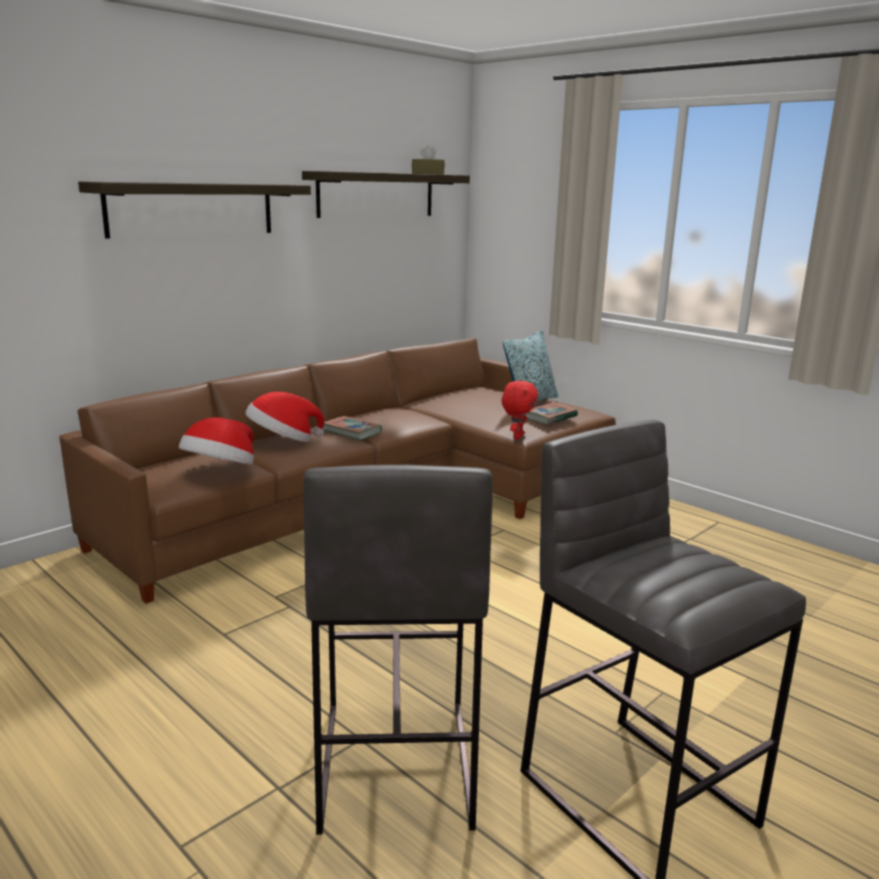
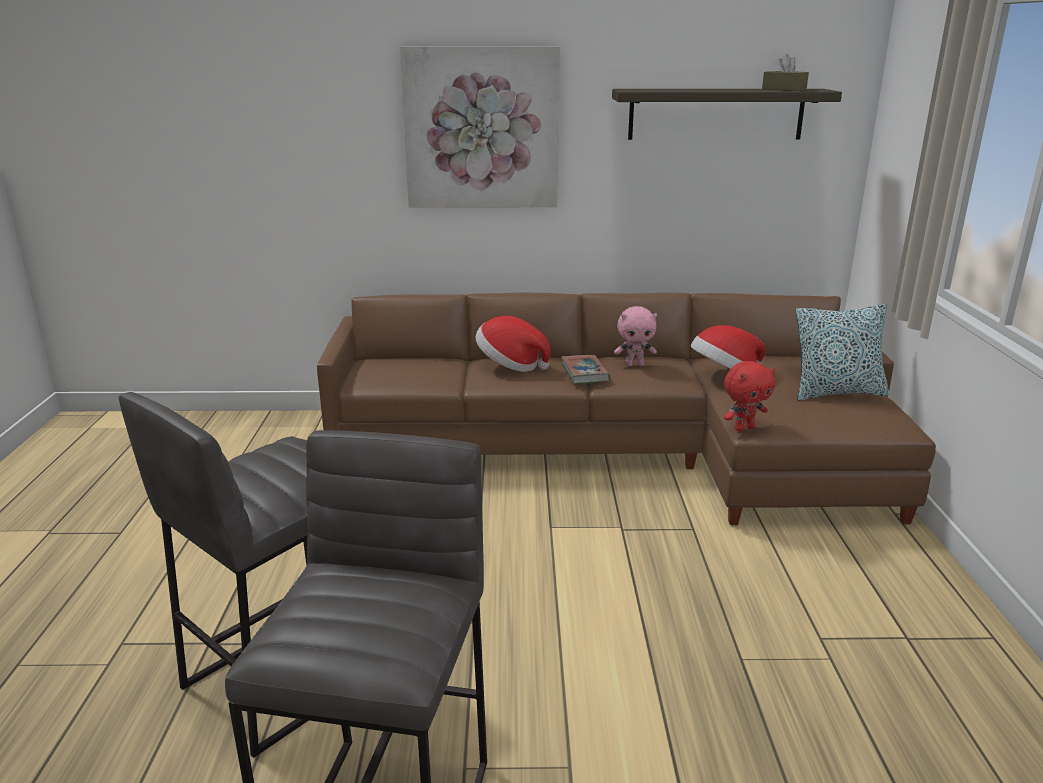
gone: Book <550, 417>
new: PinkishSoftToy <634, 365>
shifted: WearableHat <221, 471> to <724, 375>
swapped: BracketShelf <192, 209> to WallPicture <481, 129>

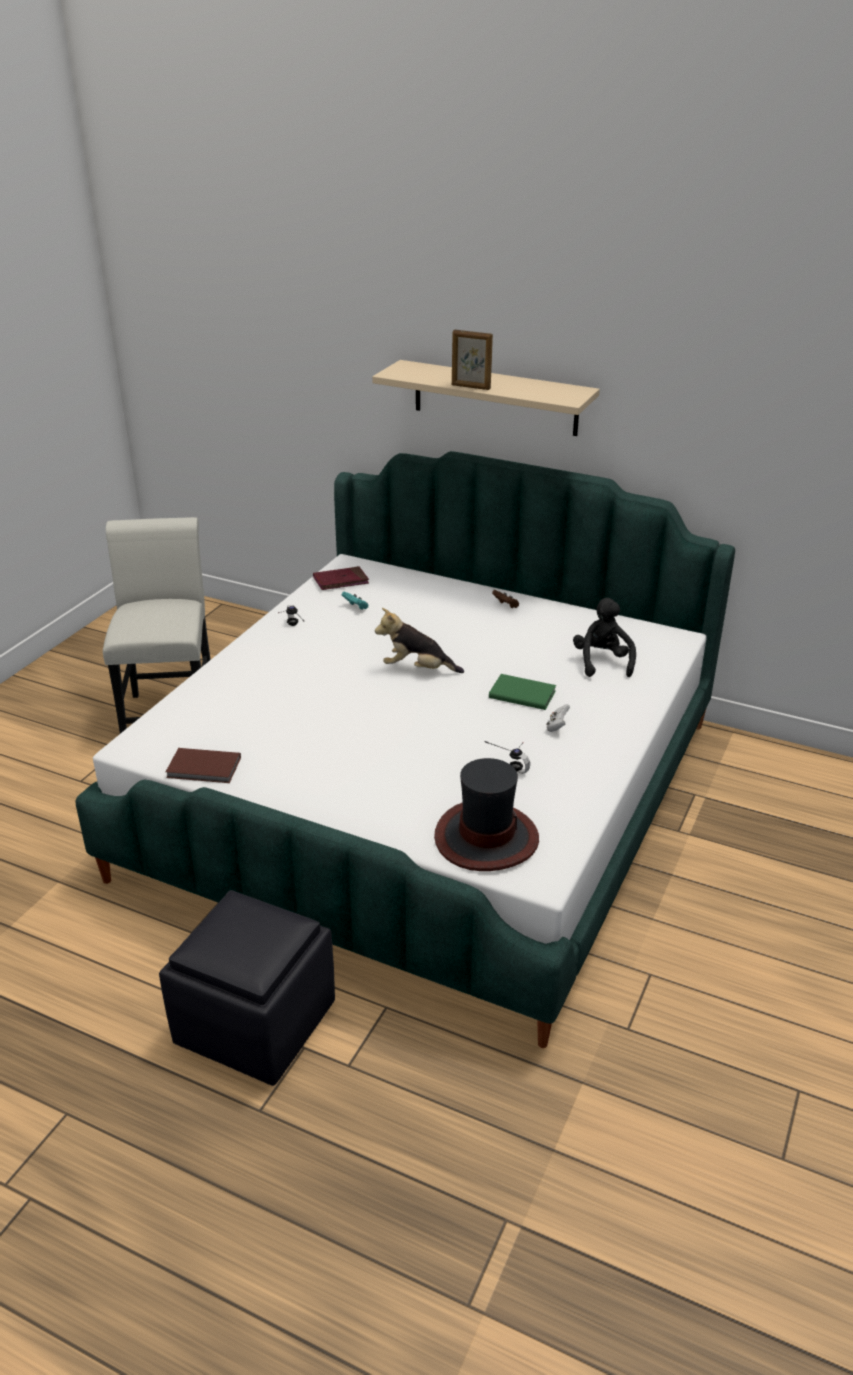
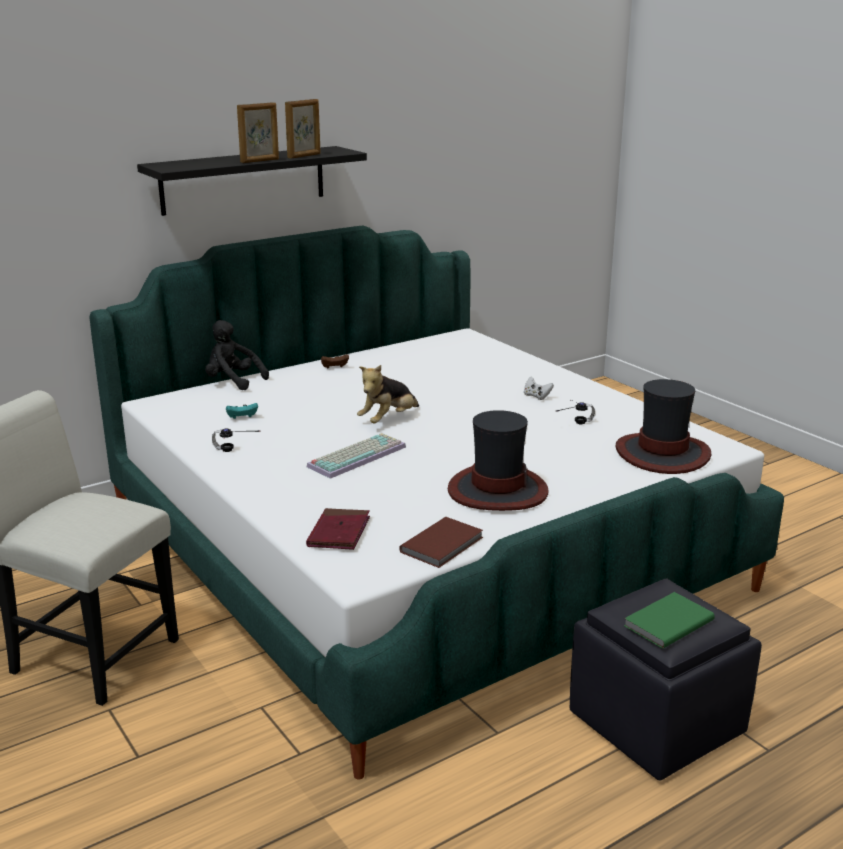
new: PictureFrame <304, 156>; Keyboard <357, 456>; WearableHat <497, 491>
shifted: BlackColouredSoftToy <602, 662> to <233, 381>; RedBook <341, 581> to <339, 532>; GreenishBook <522, 693> to <666, 622>
repainted: BeigeColouredBracketShelf <495, 398> to BlackColouredBracketShelf <243, 180>

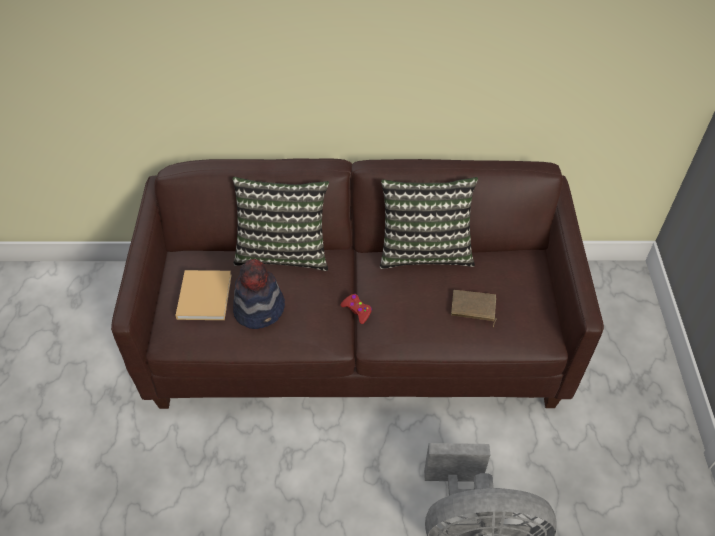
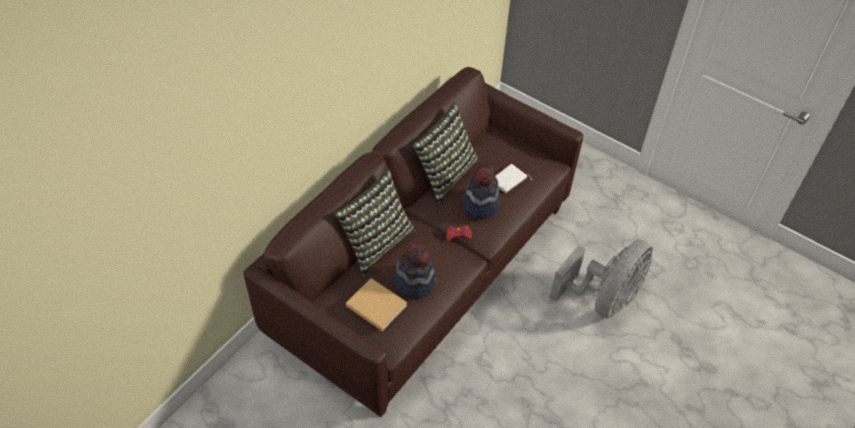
new: WearableHat <480, 204>
repainted: BrownishBook <473, 308> to WhiteBook <509, 180>

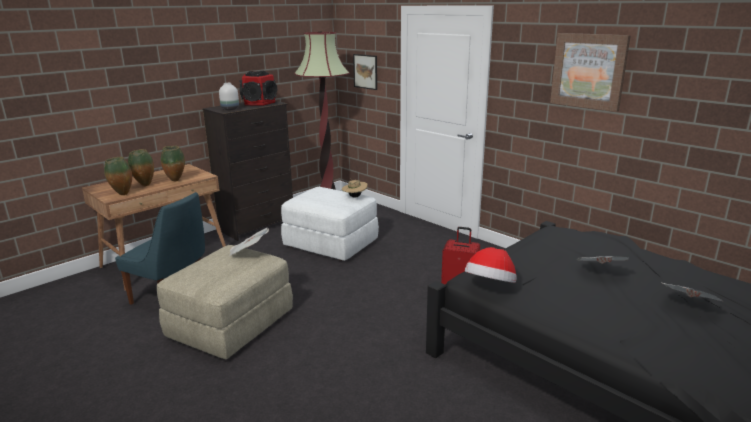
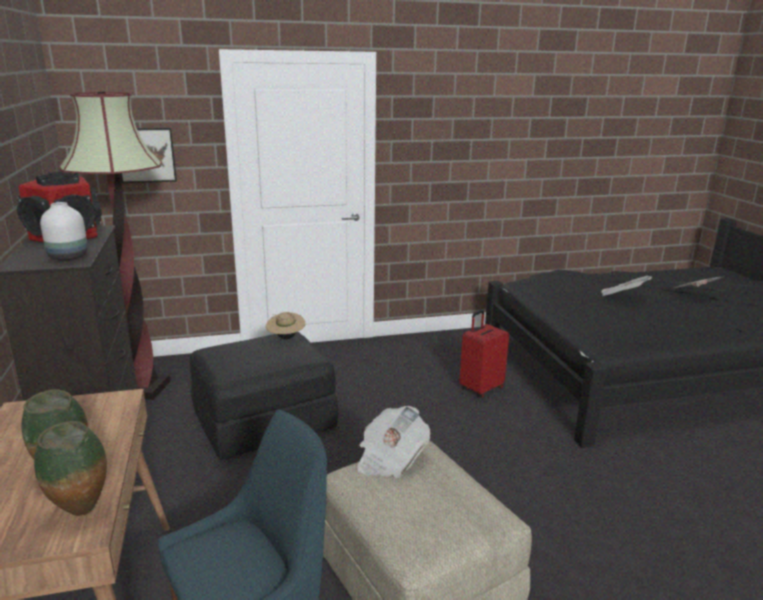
gone: Vase <176, 180>; WearableHat <490, 286>; WallPicture <588, 71>
repainted: WhiteOttoman <331, 243> to BlackColouredOttoman <265, 422>

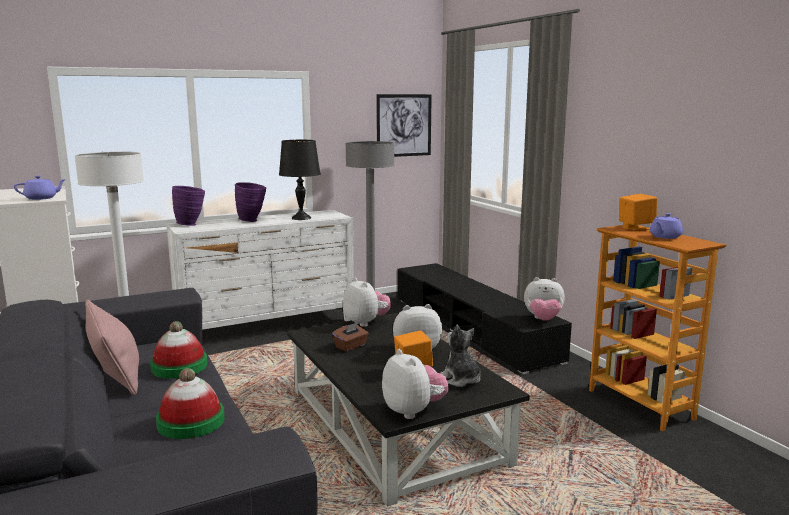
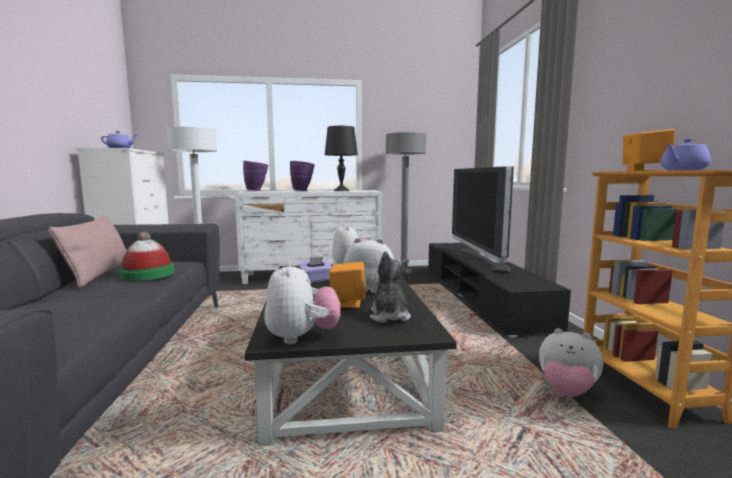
gone: WearableHat <191, 422>; WallPicture <404, 125>
new: Television <482, 260>
shifted: SoftToy <543, 320> to <567, 391>
repainted: BrownishBoxOfTissues <351, 346> to PurpleBoxOfTissues <316, 280>

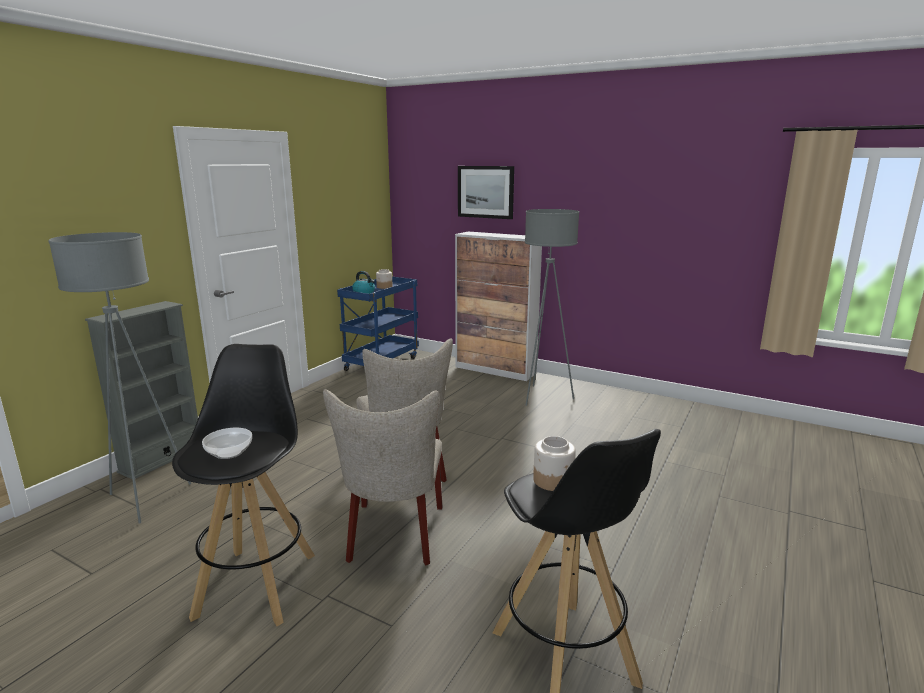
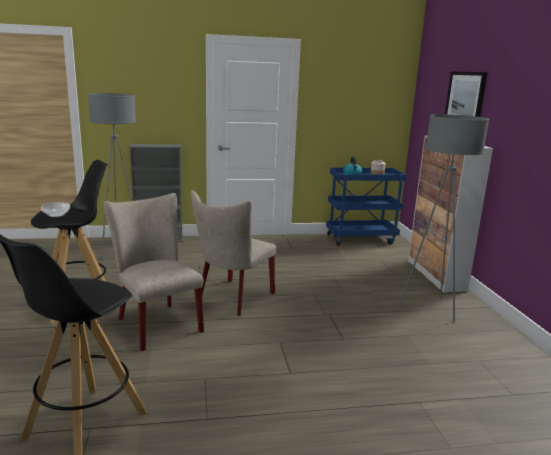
gone: PreserveJar <553, 481>
rotated: BeigeColouredPlainChair <394, 537> = <156, 323> 90 degrees clockwise

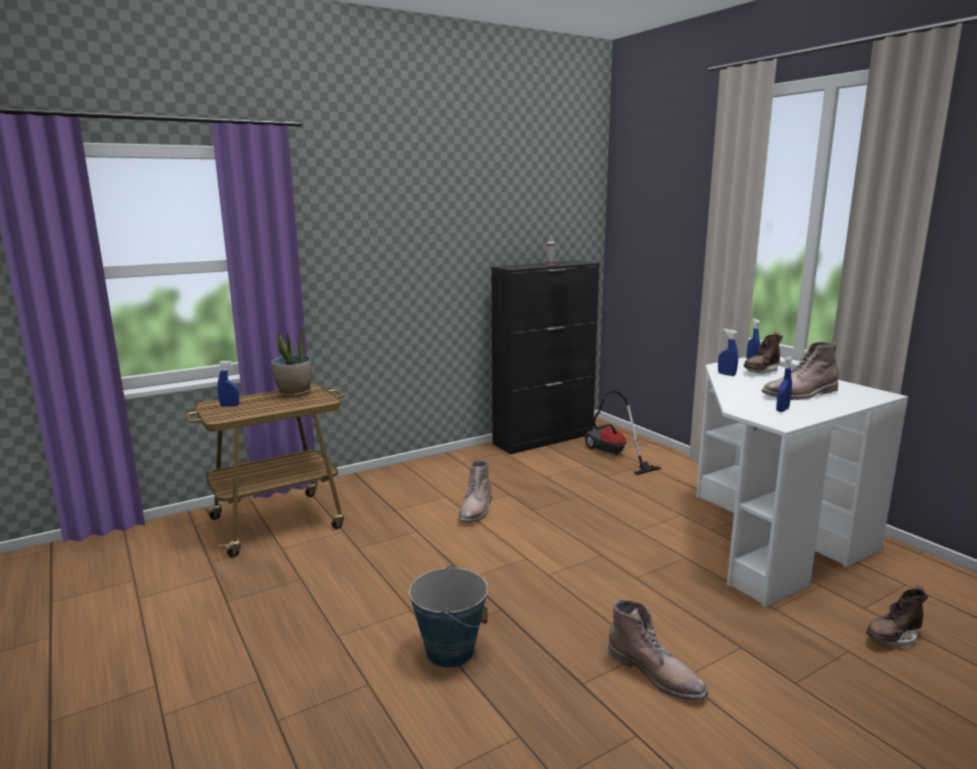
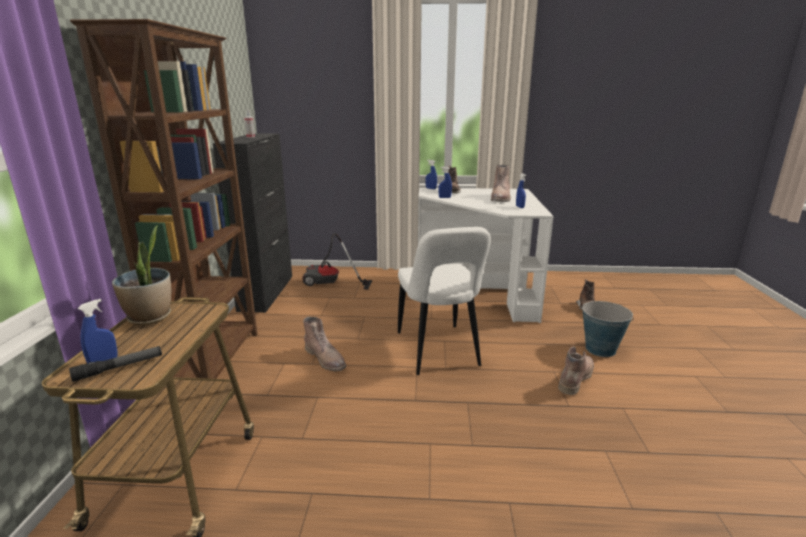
new: HandTorch <119, 368>; BrownishShelvingUnit <215, 361>; WhitePlainChair <438, 351>
shifted: Pail <450, 651> to <600, 349>
rotated: BrownishHighTopBoot <656, 674> = <575, 378> 45 degrees counterclockwise

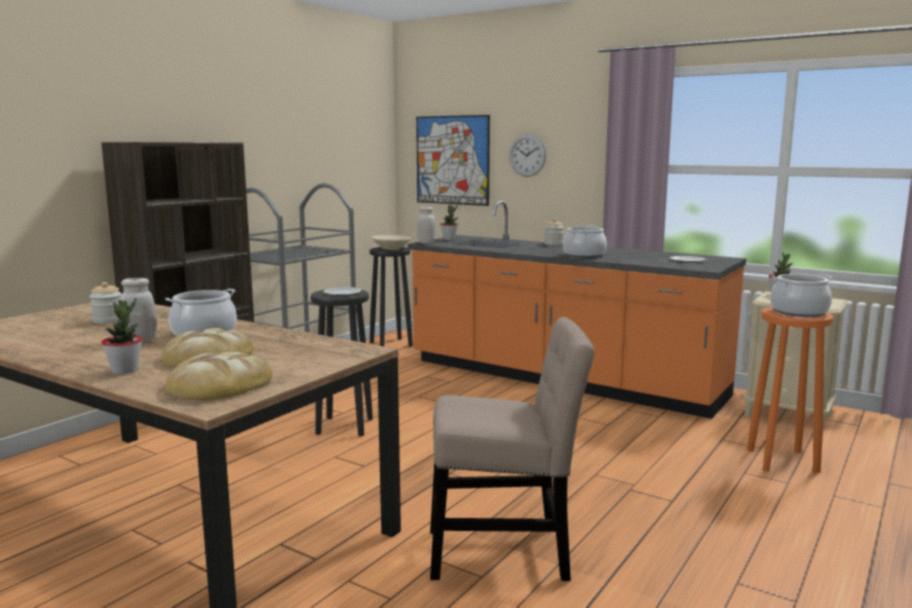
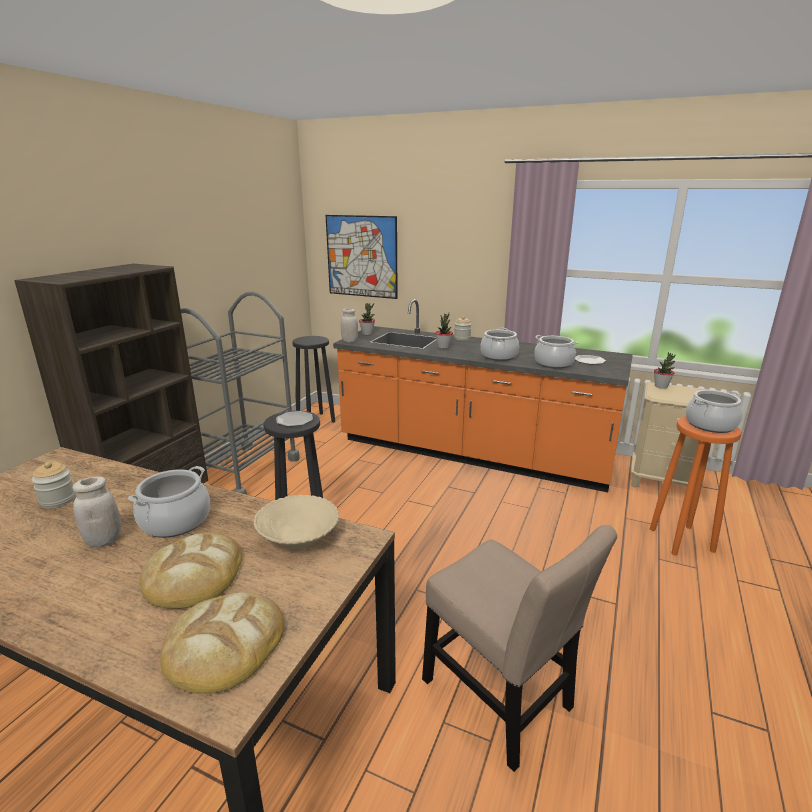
gone: ClockOnTheWall <527, 155>
new: CookingPot <553, 364>
shifted: BeigeColouredDeepDish <391, 249> to <299, 537>; PottedPlant <125, 370> to <443, 347>
rotated: BeigeColouredPlainChair <505, 552> = <501, 700> 60 degrees clockwise

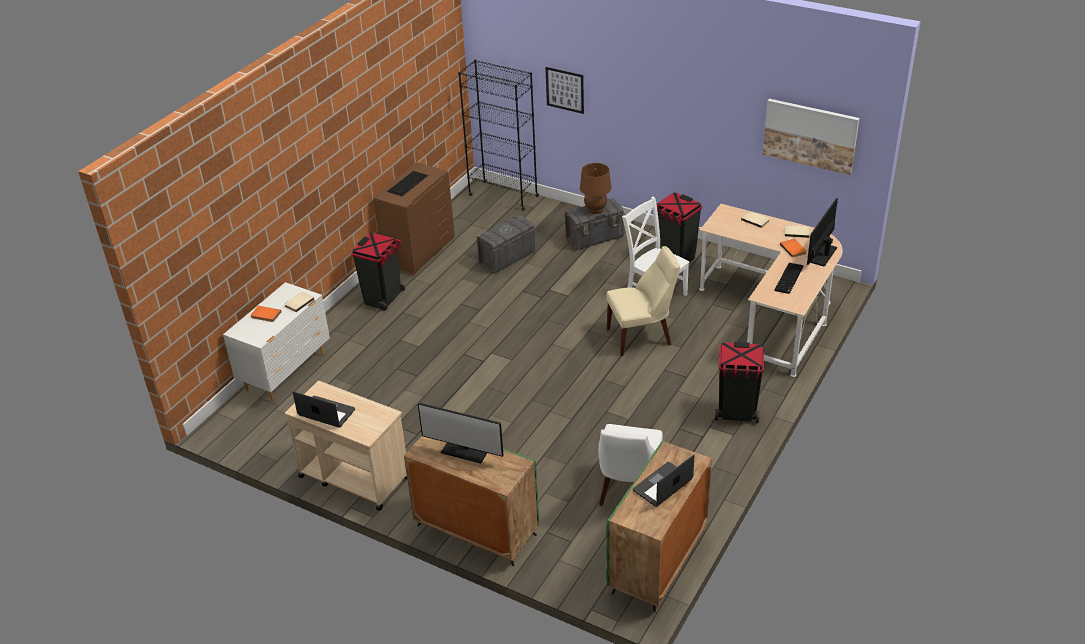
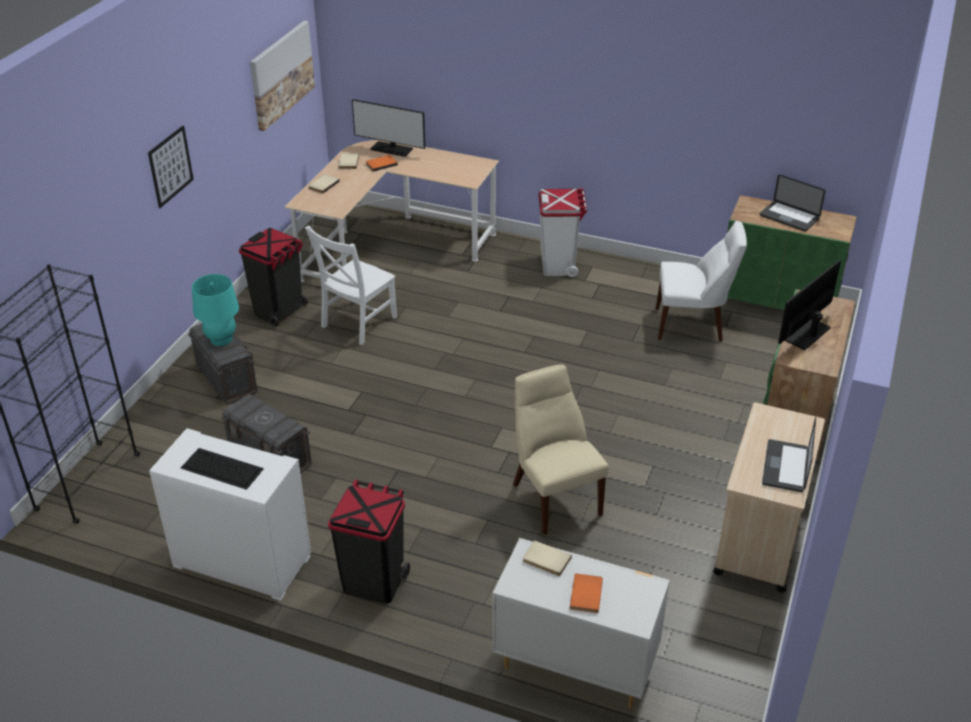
gone: Keyboard <789, 279>
shifted: WallPicture <565, 90> to <170, 166>; BeigeColouredPlainChair <642, 336> to <554, 496>
repainted: BrownishChestOfDrawers <418, 251> to WhiteChestOfDrawers <241, 561>; BrownishTableLamp <595, 209> to TurquoiseColouredTableLamp <221, 339>; BlackColouredWasteBin <736, 412> to WhiteWasteBin <558, 265>
rotated: ComputerDisplay <465, 451> = <807, 334> 150 degrees counterclockwise

